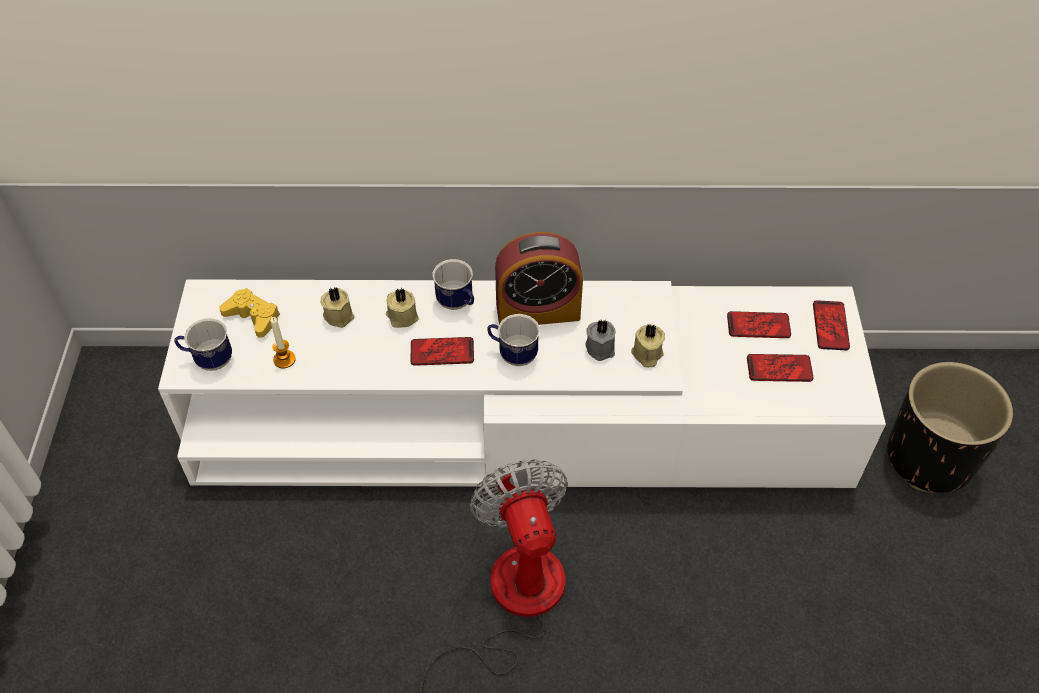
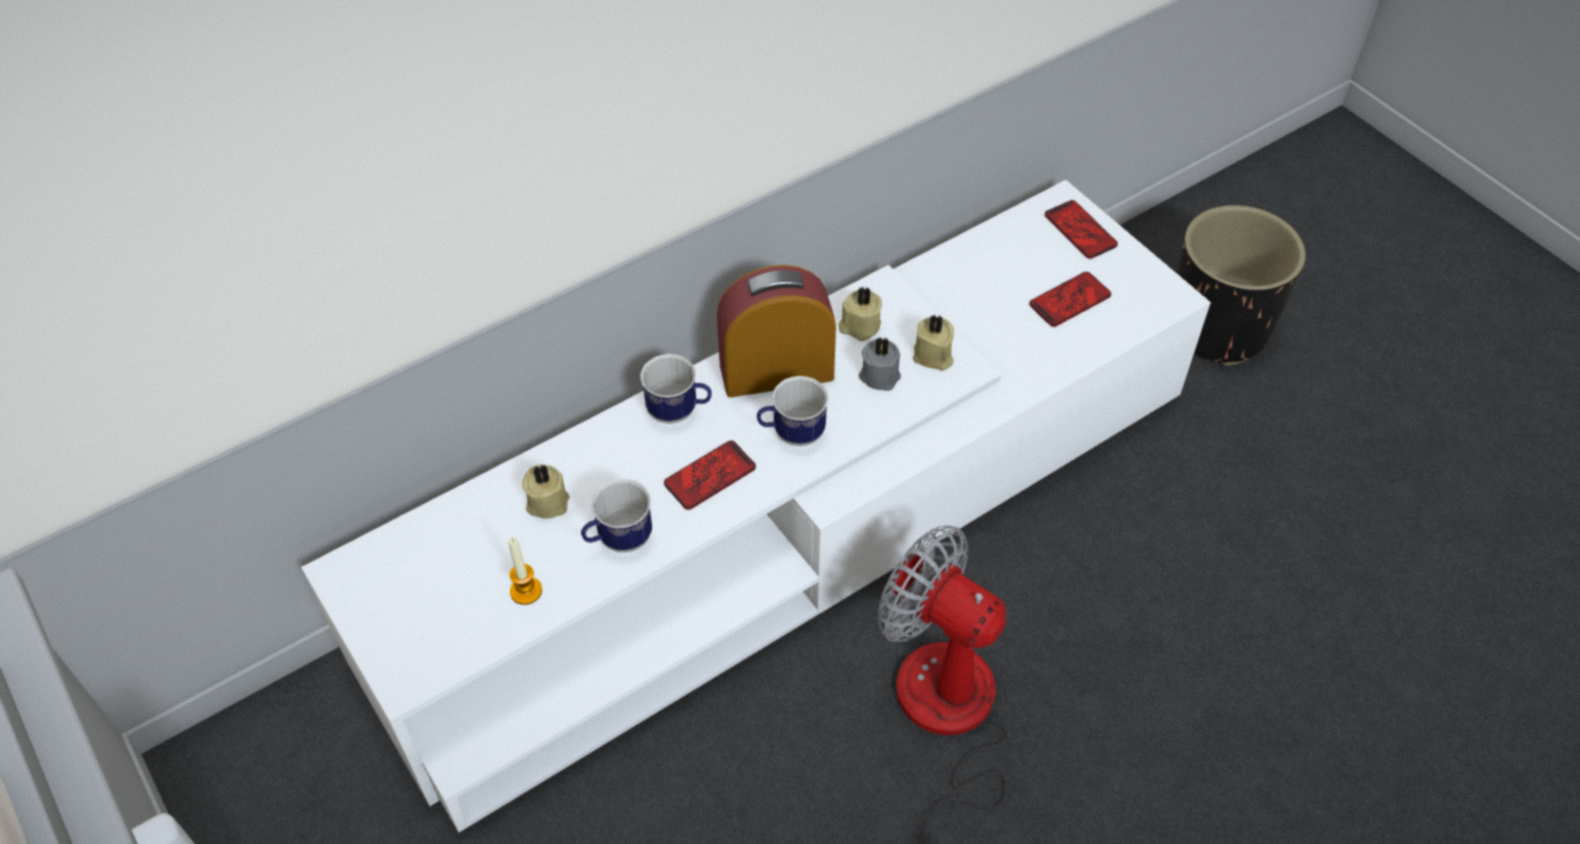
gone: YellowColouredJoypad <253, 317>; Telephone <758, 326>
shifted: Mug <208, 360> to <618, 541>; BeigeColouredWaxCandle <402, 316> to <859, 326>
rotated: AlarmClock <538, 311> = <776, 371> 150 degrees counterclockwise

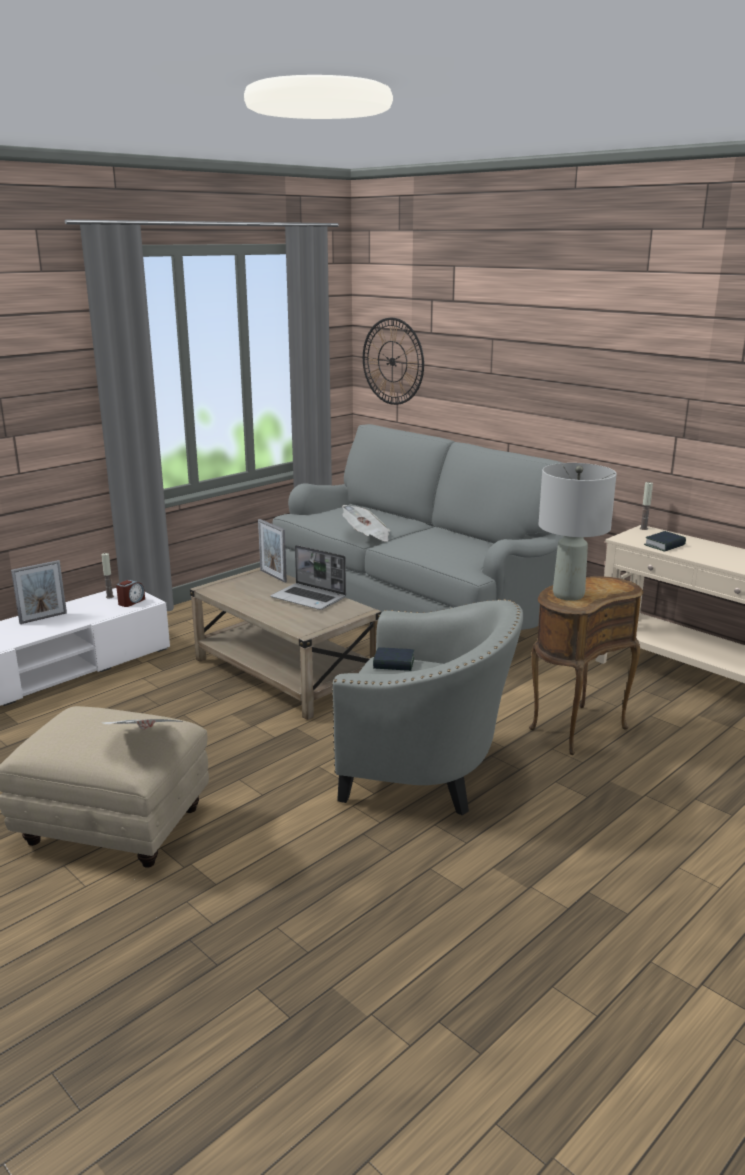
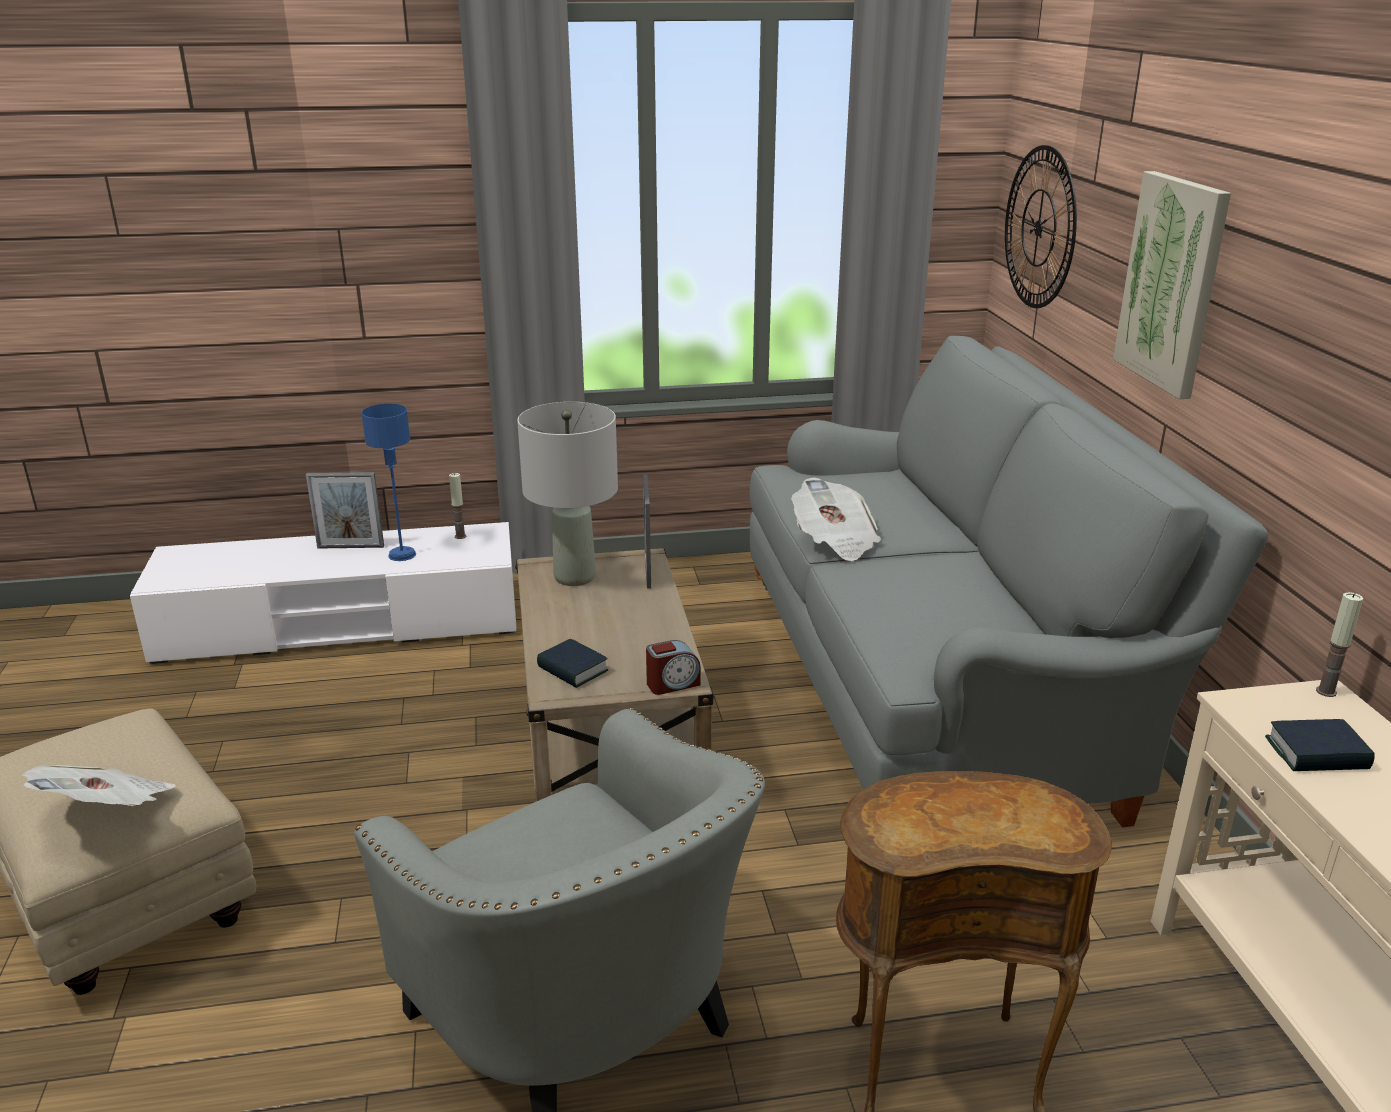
gone: Laptop <309, 598>
new: BlueColouredTableLamp <402, 554>; WallPicture <1172, 283>
shifted: GreyTableLamp <567, 595> to <574, 577>; Book <394, 663> to <572, 669>; AlarmClock <131, 602> to <672, 684>

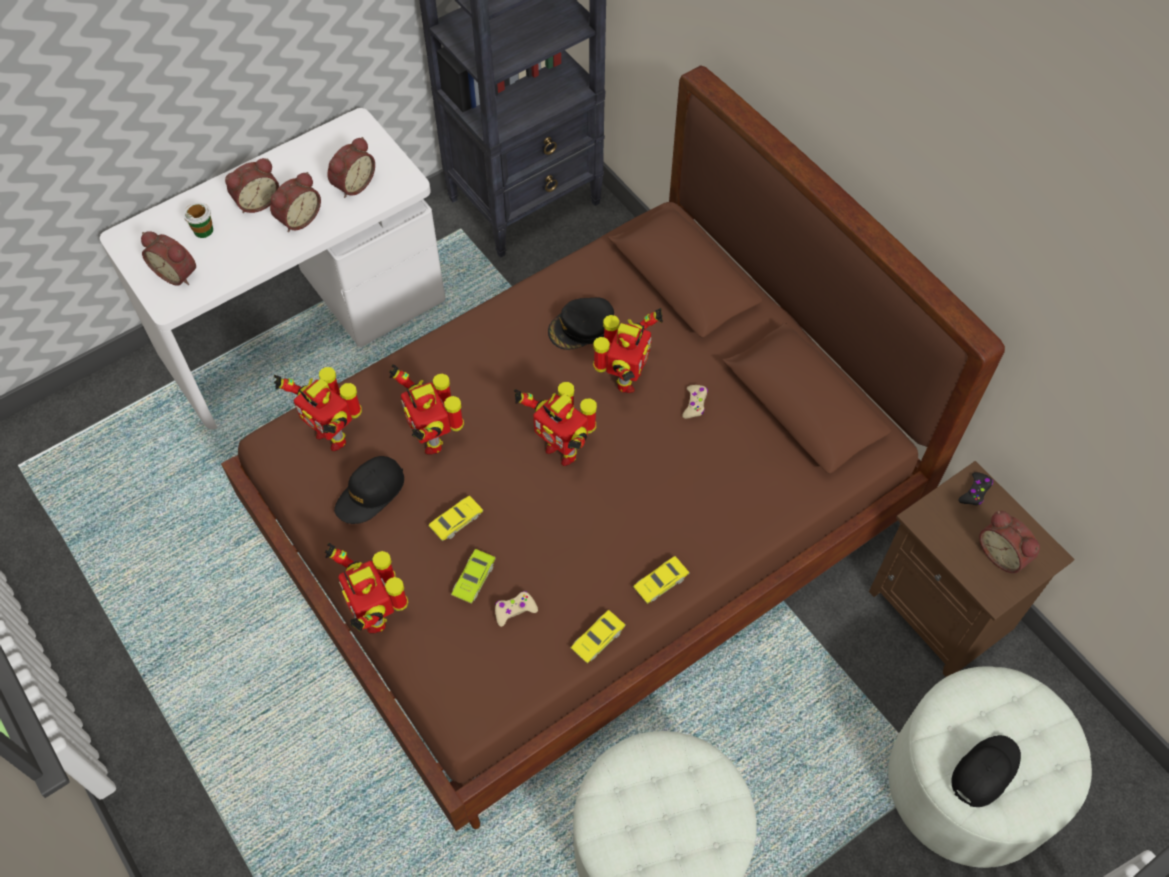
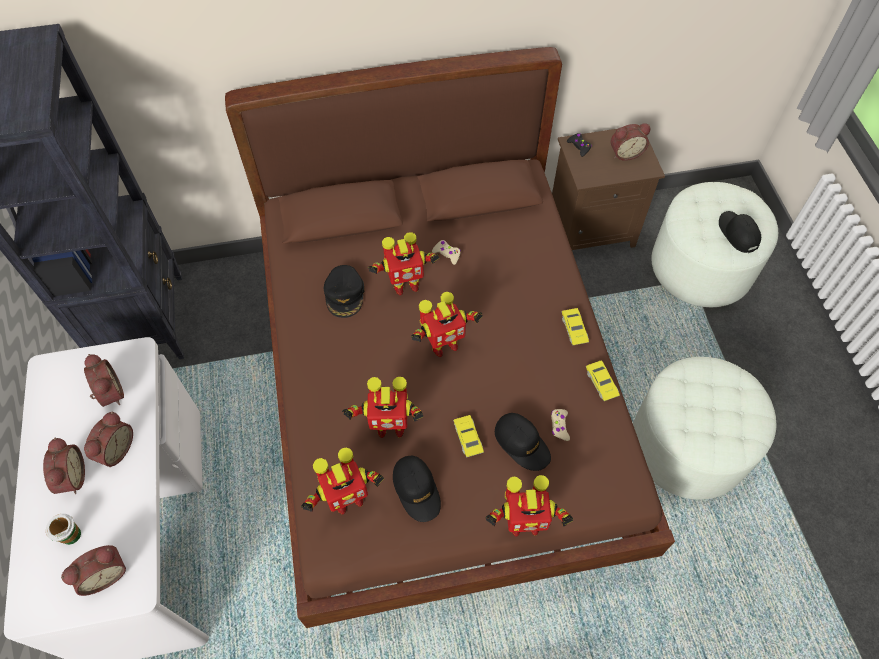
swapped: GreenishModelCar <474, 578> to BlackColouredPeakedCap <522, 443>
rotated: AlarmClock <298, 218> = <115, 449> 45 degrees clockwise; ToyRobot <625, 380> = <405, 285> 120 degrees clockwise

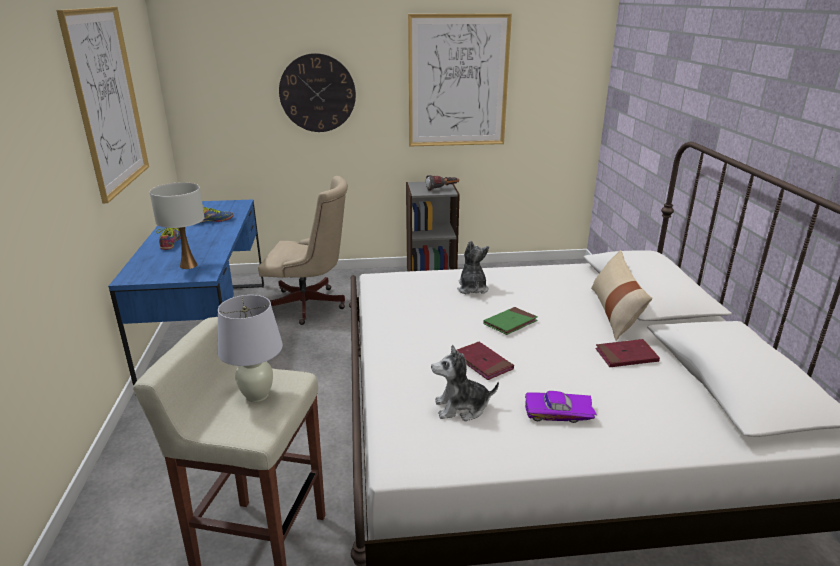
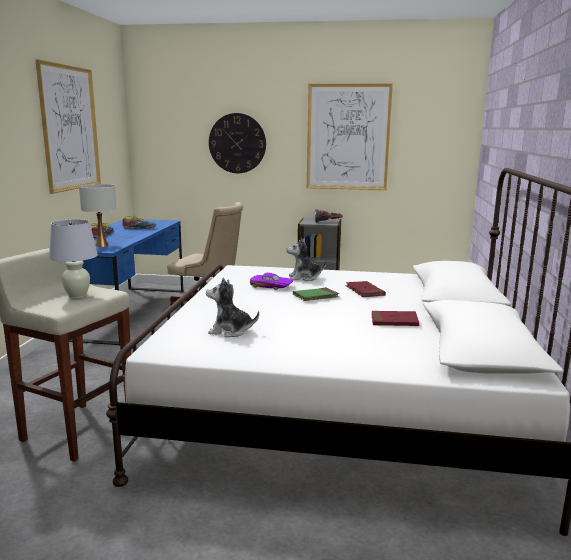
gone: BeigeColouredCushion <615, 312>
shifted: PurpleModelCar <558, 414> to <271, 286>; RedBook <483, 363> to <365, 291>
rotated: SoftToy <472, 288> = <304, 278> 105 degrees counterclockwise

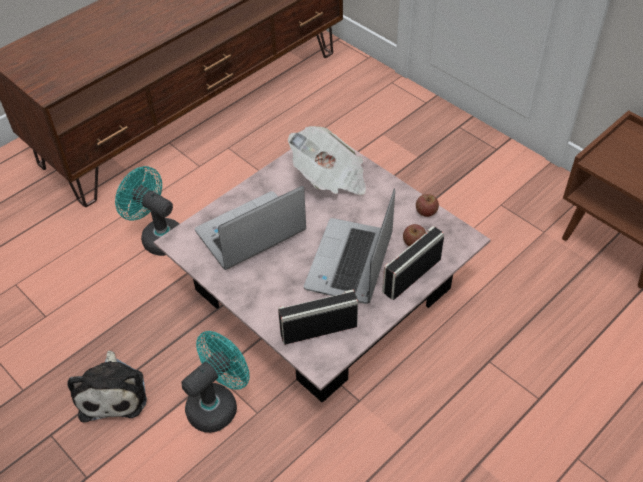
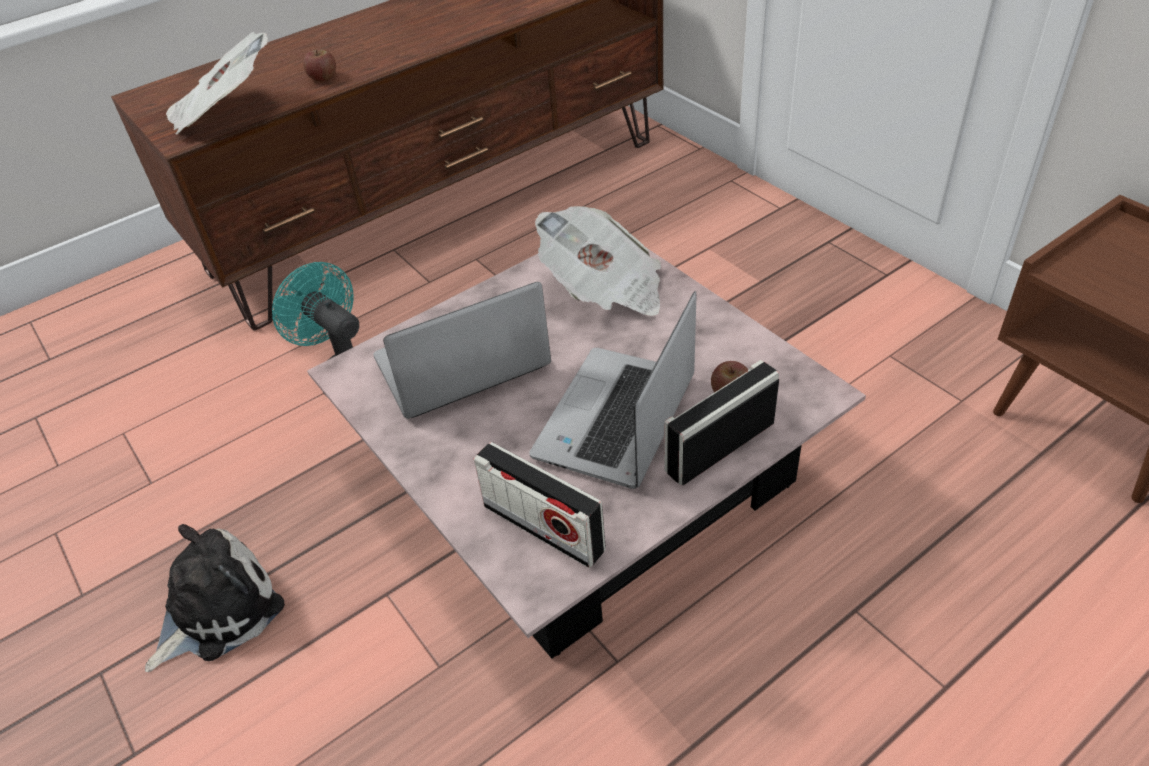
gone: TurquoiseColouredFan <218, 404>
new: DailyPaper <225, 113>
shifted: WholeApple <426, 212> to <323, 78>
rotated: SoftToy <113, 392> = <217, 610> 135 degrees counterclockwise; RadioSet <318, 329> = <543, 527> 135 degrees counterclockwise

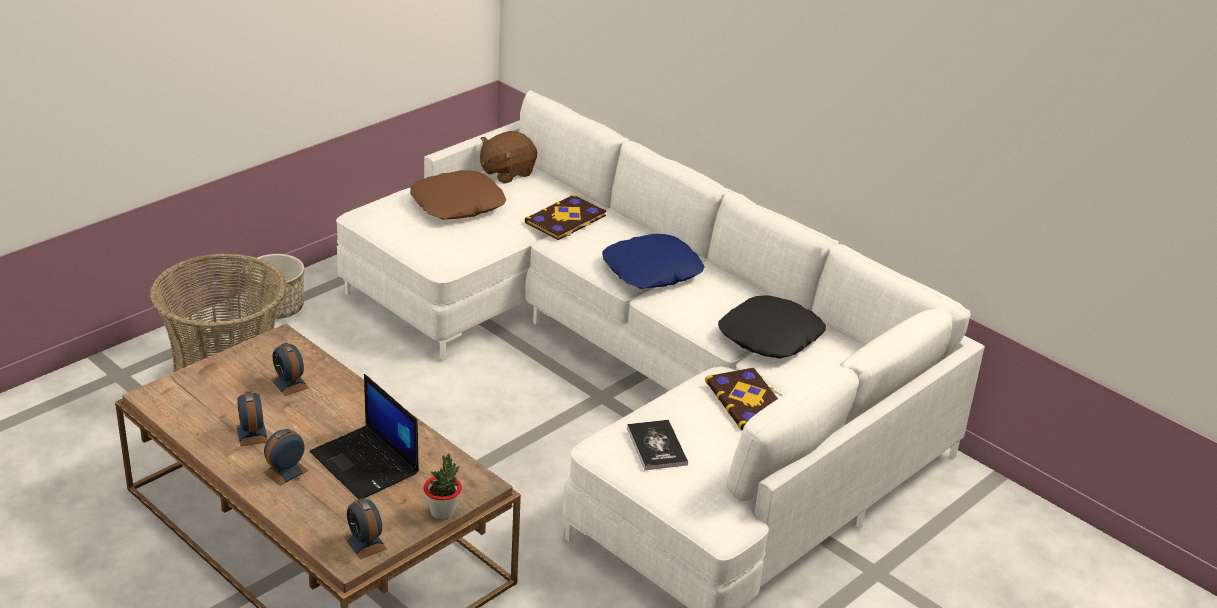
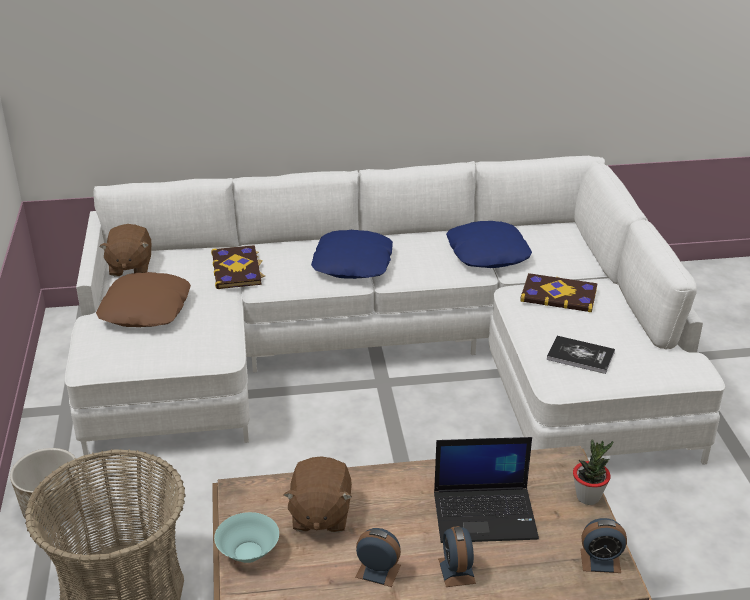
new: TurquoiseColouredDeepDish <248, 551>
swapped: AlarmClock <289, 383> to BrownishSoftToy <320, 514>
repainted: BlackColouredCushion <769, 336> to BlueColouredCushion <487, 253>

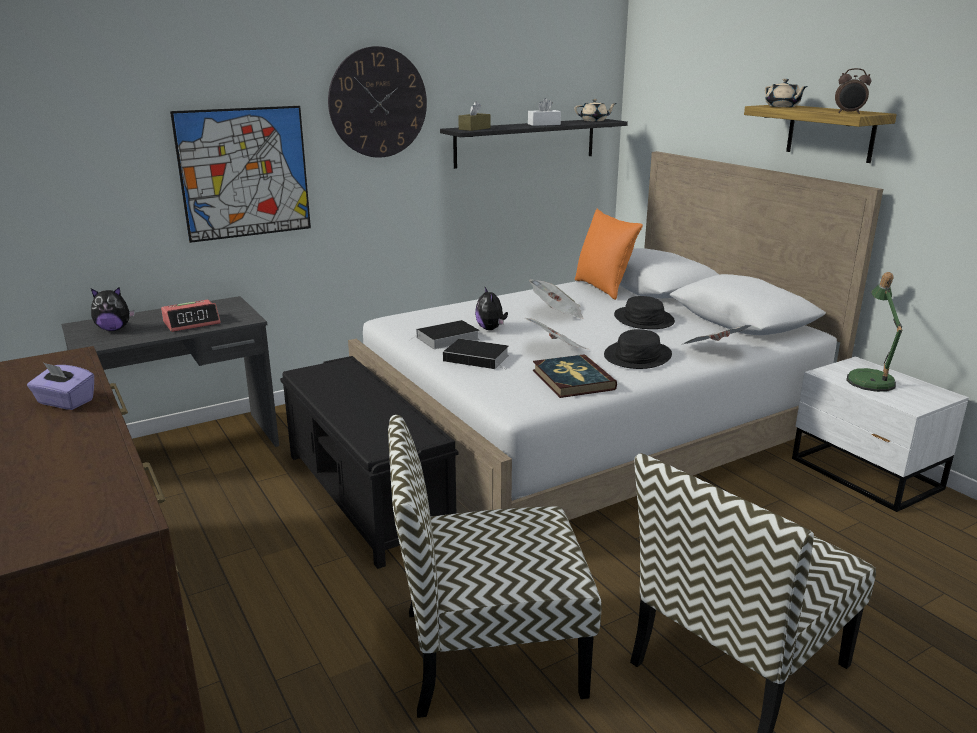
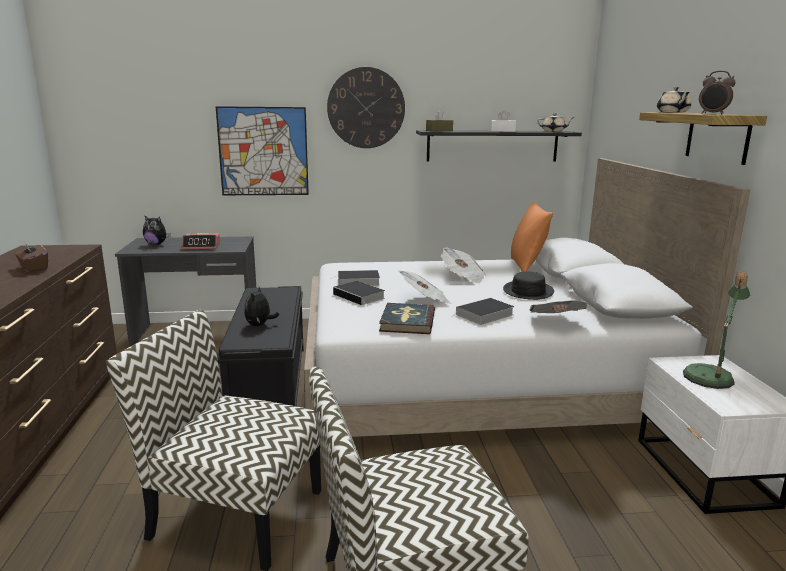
shifted: SoftToy <491, 329> to <259, 325>
swapped: BlackColouredWearableHat <638, 356> to Book <484, 315>
repainted: PurpleBoxOfTissues <65, 402> to BrownishBoxOfTissues <33, 268>

